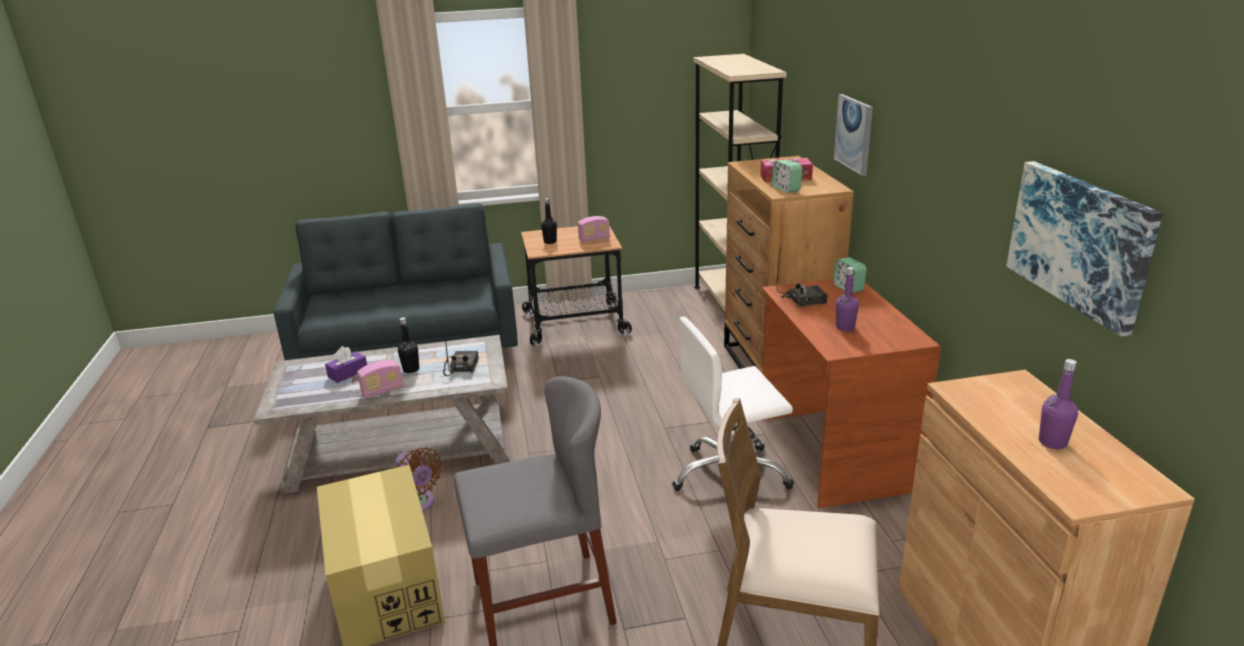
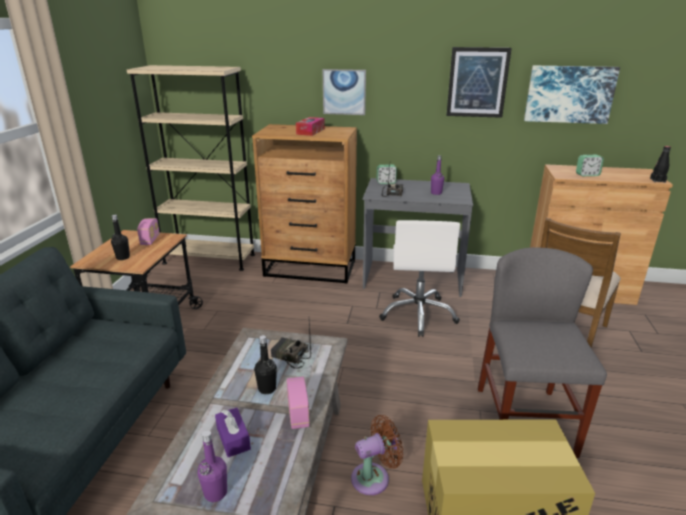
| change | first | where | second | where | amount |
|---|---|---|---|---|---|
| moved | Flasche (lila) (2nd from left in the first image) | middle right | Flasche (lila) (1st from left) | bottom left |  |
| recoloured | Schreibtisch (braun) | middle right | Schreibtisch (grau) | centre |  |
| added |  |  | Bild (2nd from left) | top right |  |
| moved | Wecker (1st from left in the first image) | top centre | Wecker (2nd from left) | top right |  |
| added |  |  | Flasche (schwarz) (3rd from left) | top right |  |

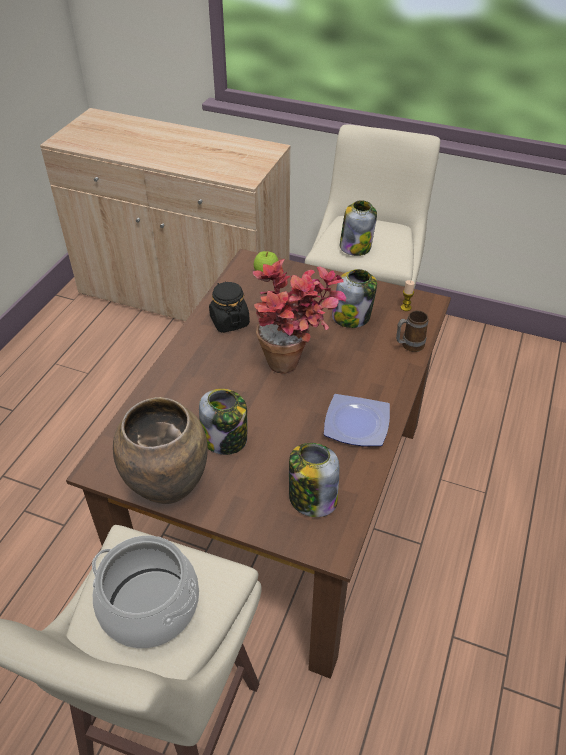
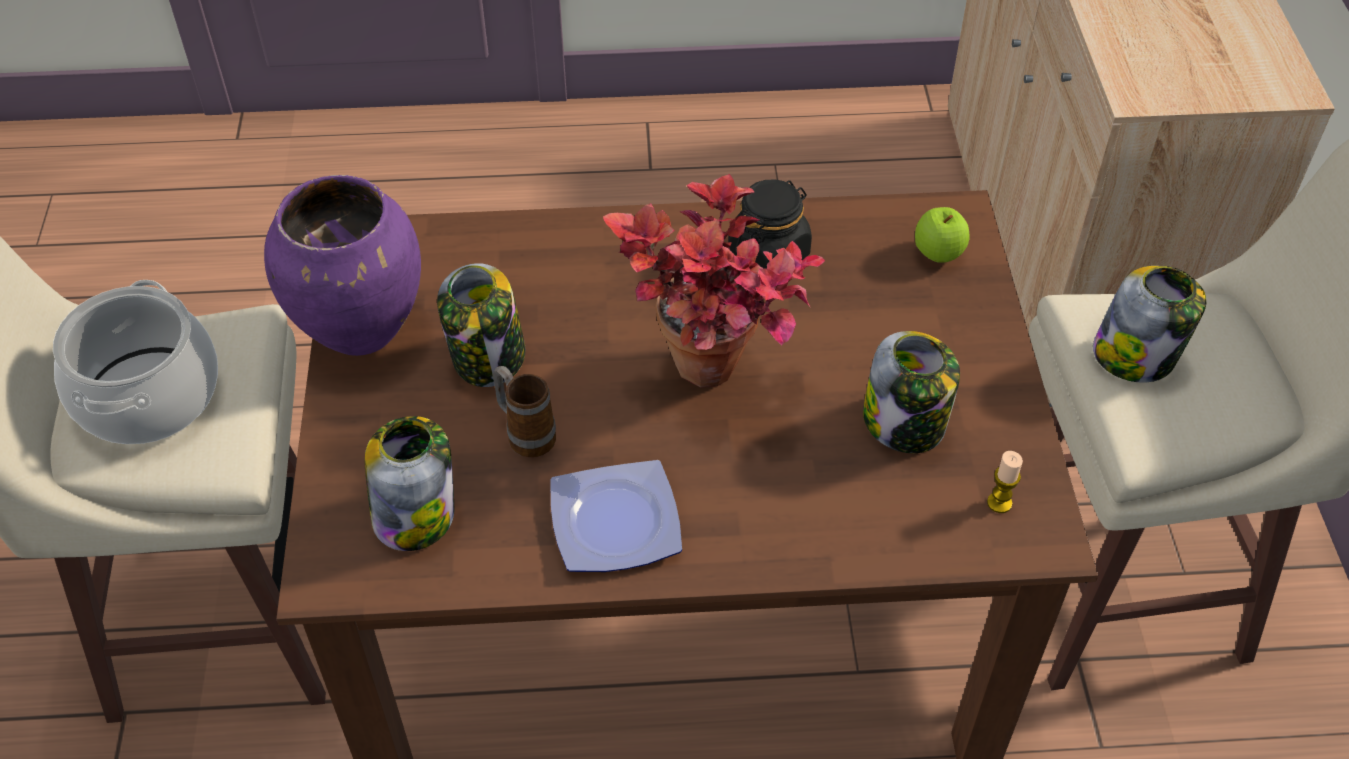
| change | first | where | second | where | amount |
|---|---|---|---|---|---|
| recoloured | Vase (braun) | middle left | Vase (lila) | middle left |  |
| moved | Henkelbecher | middle right |  | centre |  |

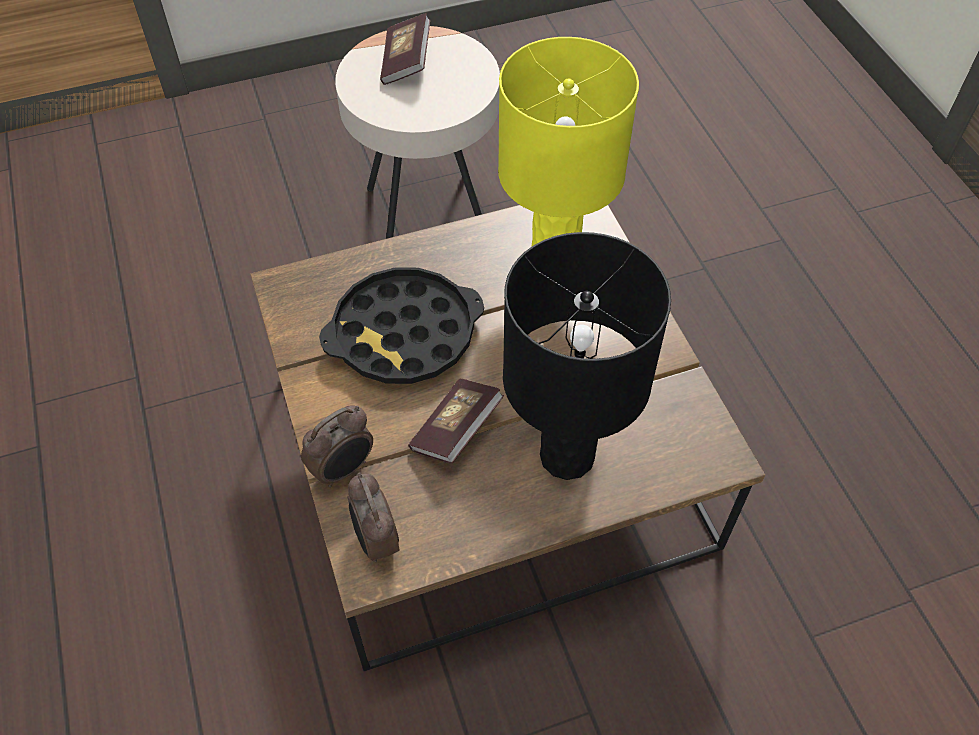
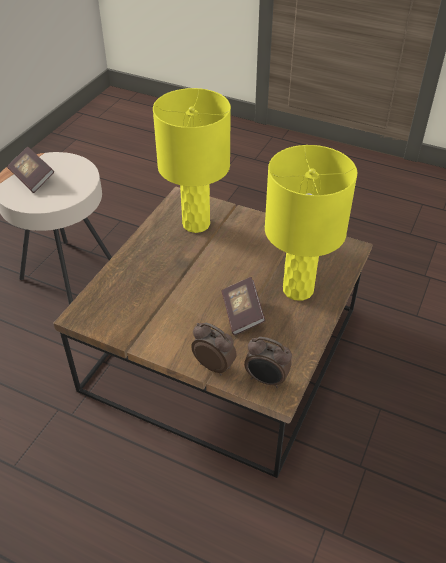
| change | first | where | second | where | amount |
|---|---|---|---|---|---|
| turned | Wecker (1st from left) | centre |  | centre | 60 degrees counterclockwise |
| recoloured | Tischlampe (schwarz) | centre | Tischlampe (gelb) (2nd from left) | middle right |  |
| removed | Tablett (schwarz) | centre |  |  |  |

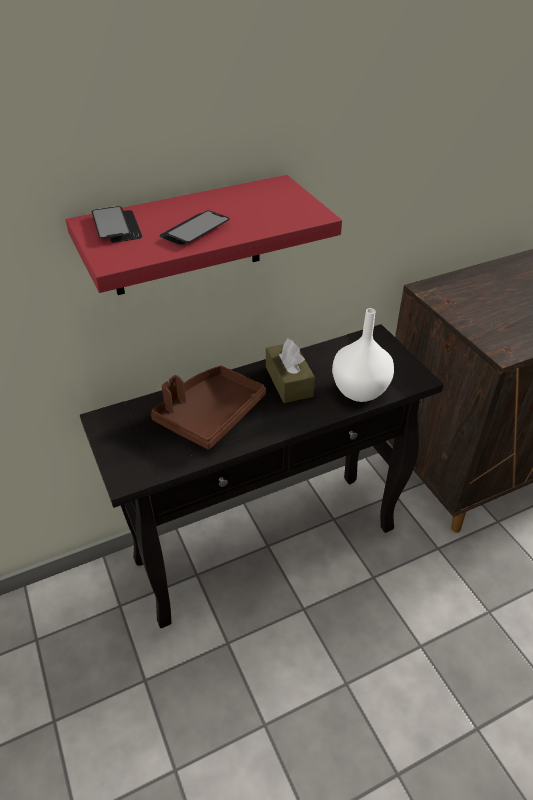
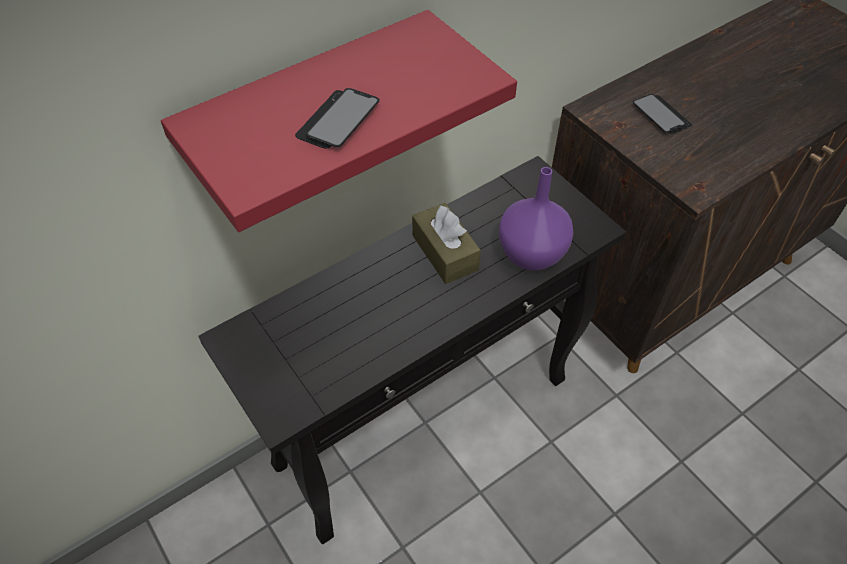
| change | first | where | second | where | amount |
|---|---|---|---|---|---|
| recoloured | Vase (weiß) | middle right | Vase (lila) | centre |  |
| moved | Handy (1st from left in the first image) | top left | Handy (2nd from left) | top right |  |
| removed | Tablett (braun) | centre |  |  |  |

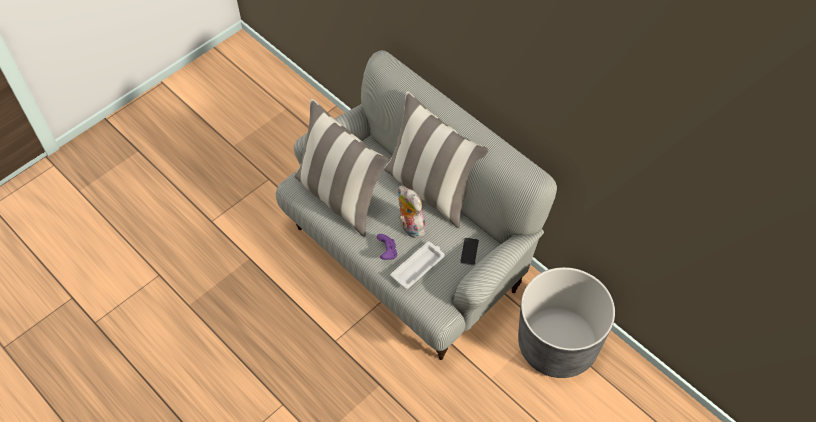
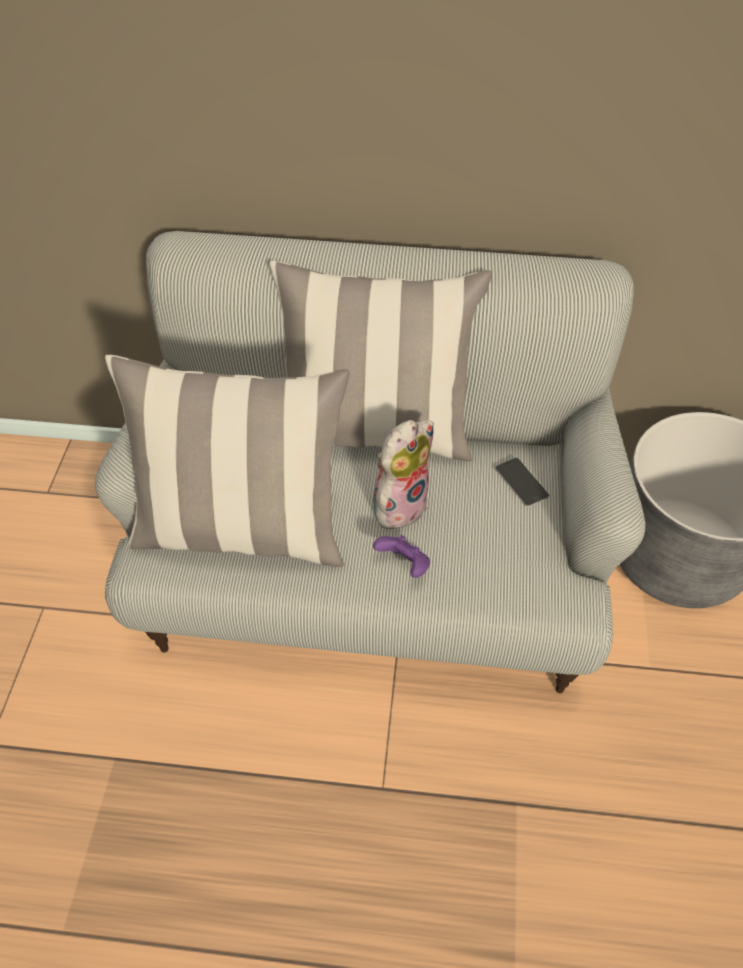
| change | first | where | second | where | amount |
|---|---|---|---|---|---|
| turned | Plüschtier | centre |  | centre | 120 degrees clockwise |
| removed | Tablett (weiß) | centre |  |  |  |

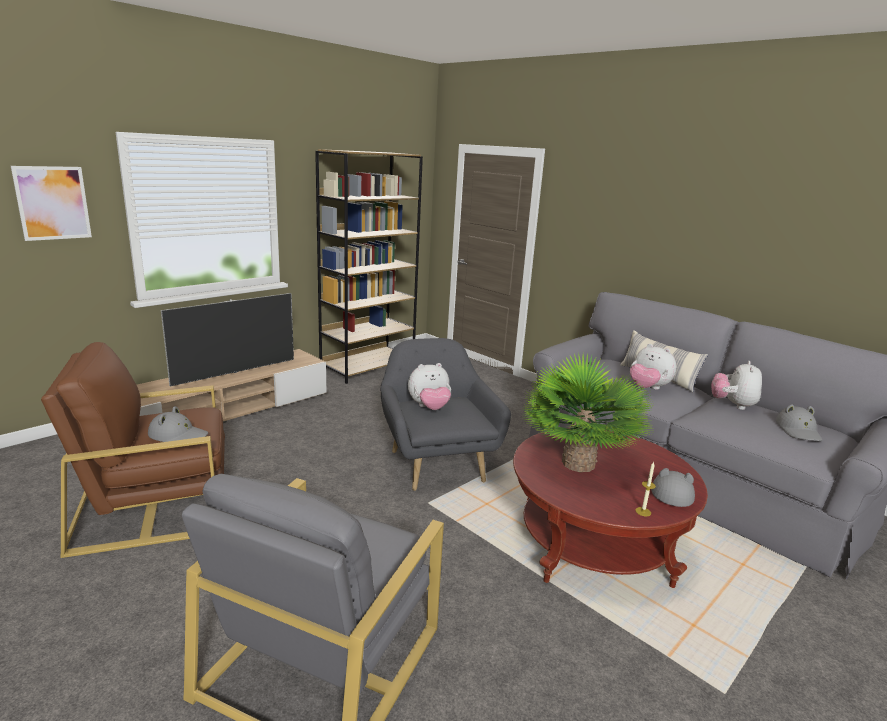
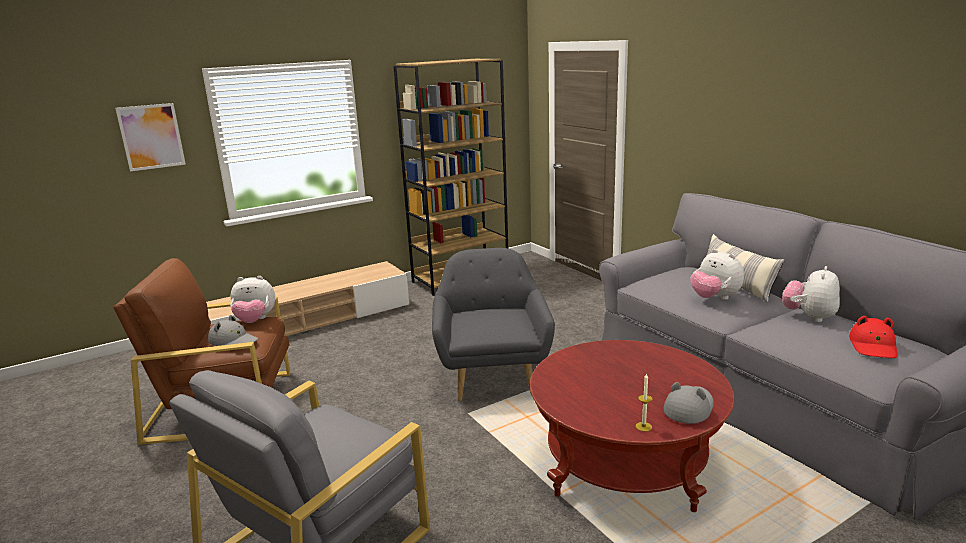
| change | first | where | second | where | amount |
|---|---|---|---|---|---|
| moved | Plüschtier (1st from left) | centre |  | middle left |  |
| recoloured | Hut (grau) (3rd from left) | middle right | Hut (rot) | middle right |  |
| removed | Fernseher | middle left |  |  |  |
| removed | Topfpflanze | centre |  |  |  |

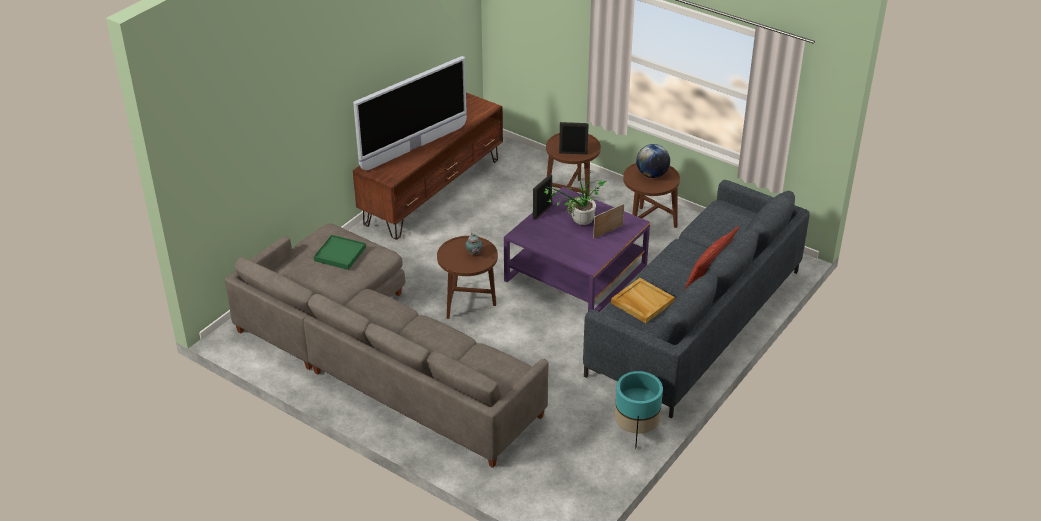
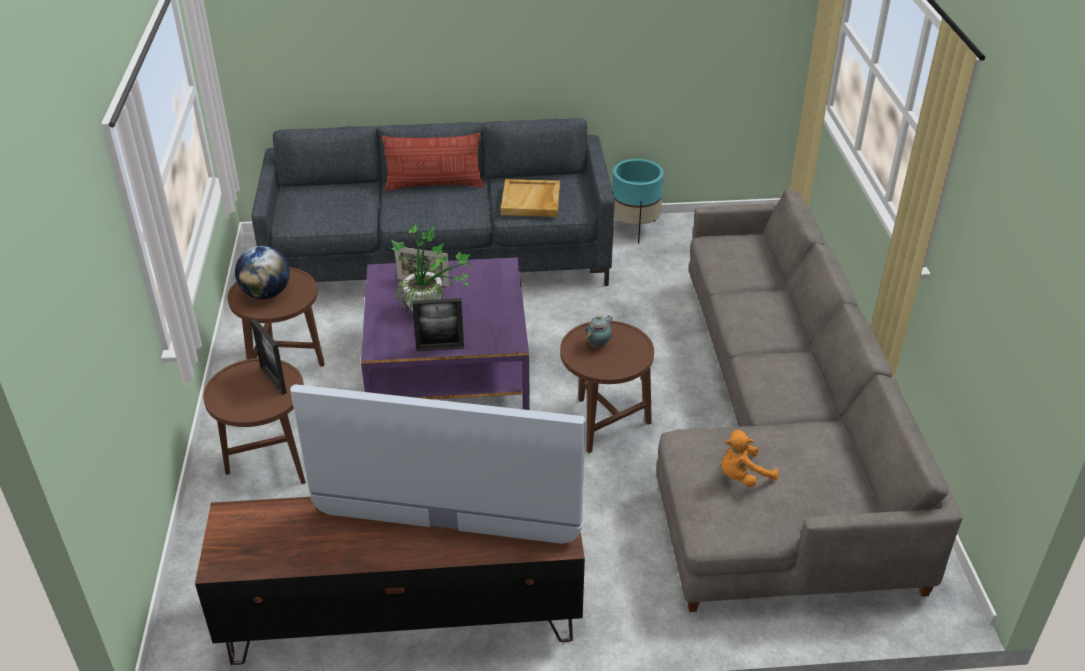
| change | first | where | second | where | amount |
|---|---|---|---|---|---|
| replaced | Tablett (grün) | middle left | Plüschtier (orange) | bottom right |  |

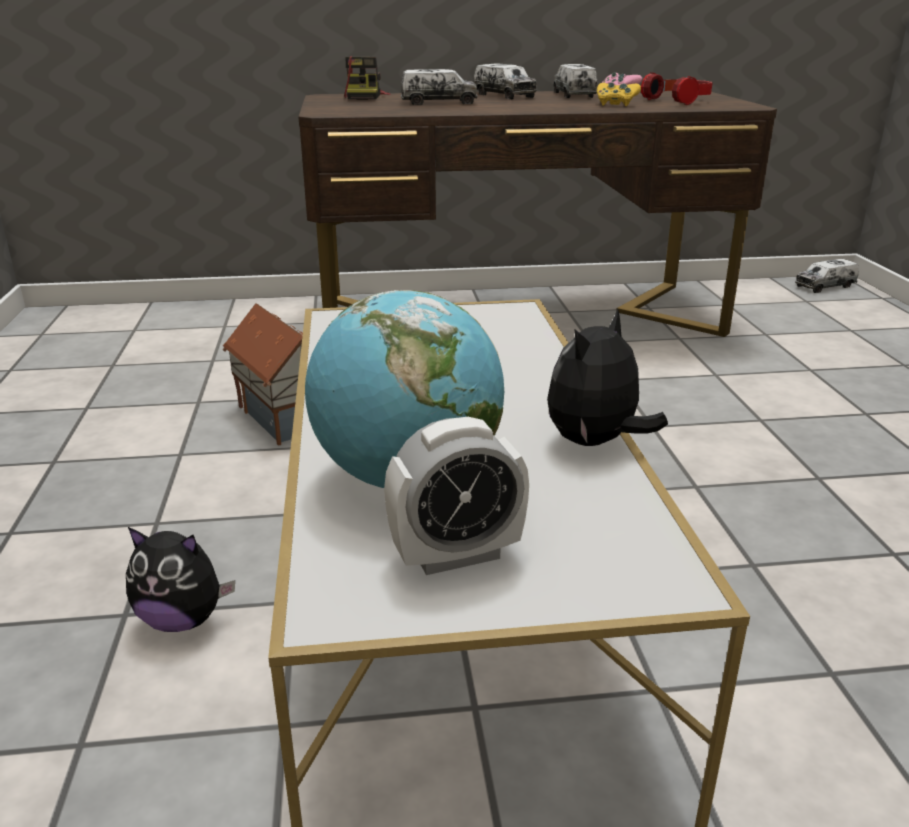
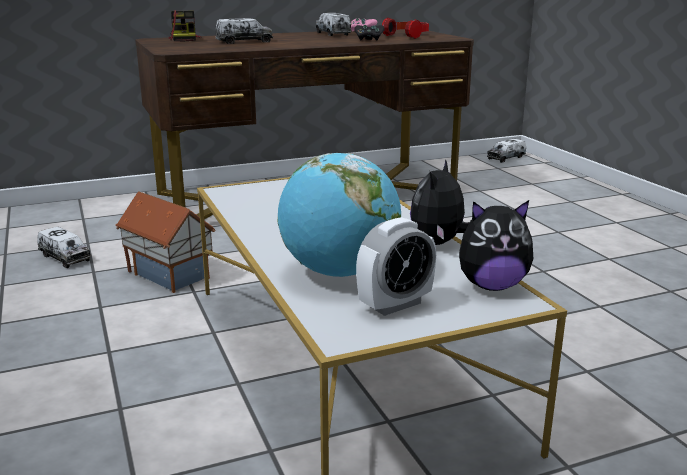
| change | first | where | second | where | amount |
|---|---|---|---|---|---|
| moved | Spielzeuglaster (2nd from left in the first image) | top centre | Spielzeuglaster (1st from left) | middle left |  |
| recoloured | Gamepad (gelb) | top right | Gamepad (schwarz) | top centre |  |
| moved | Plüschtier (1st from left in the first image) | bottom left | Plüschtier (2nd from left) | middle right |  |

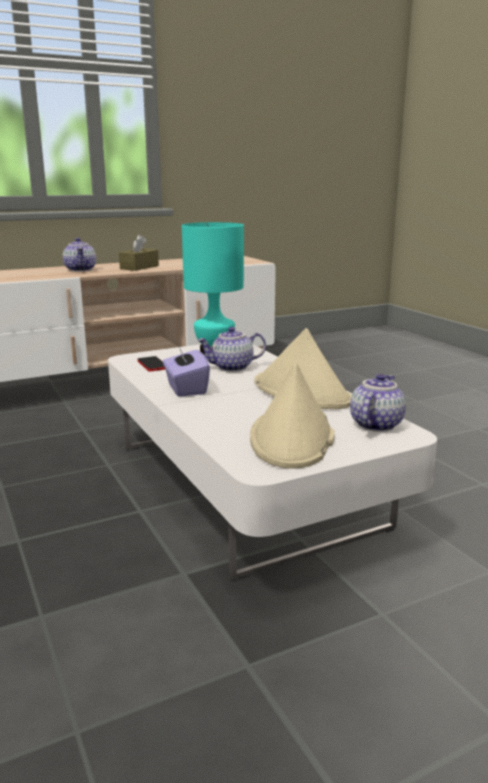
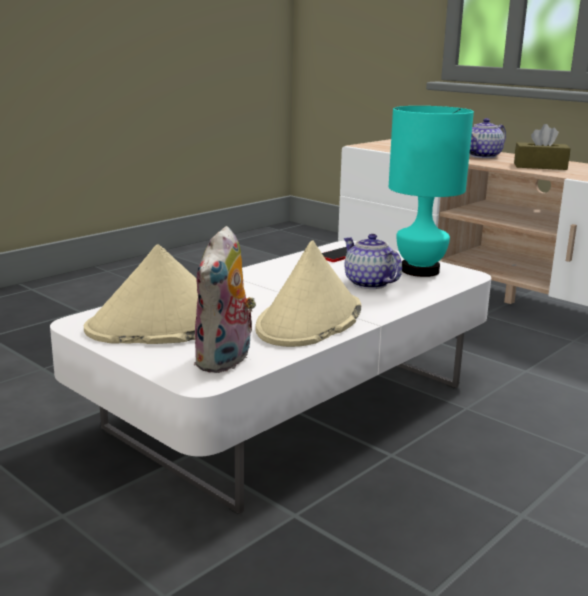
| change | first | where | second | where | amount |
|---|---|---|---|---|---|
| replaced | Teekanne (3rd from left) | middle right | Plüschtier | centre |  |
| removed | Taschentuchbox (lila) | centre |  |  |  |

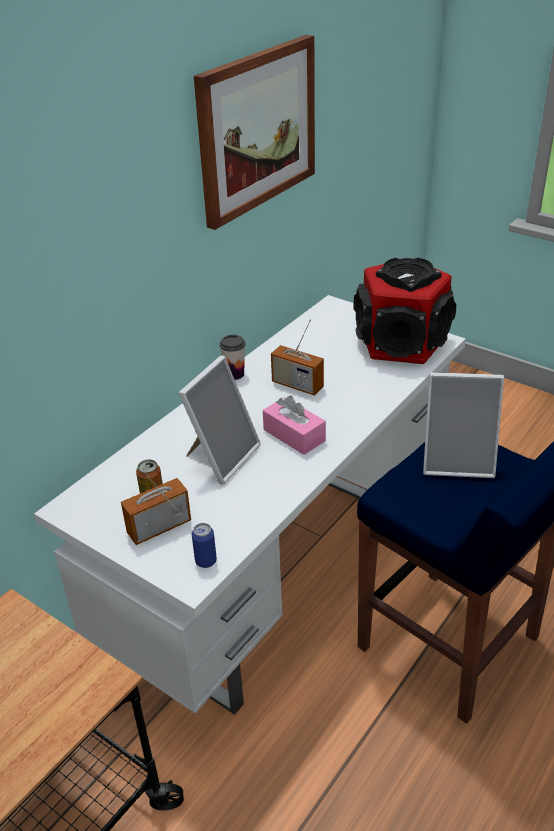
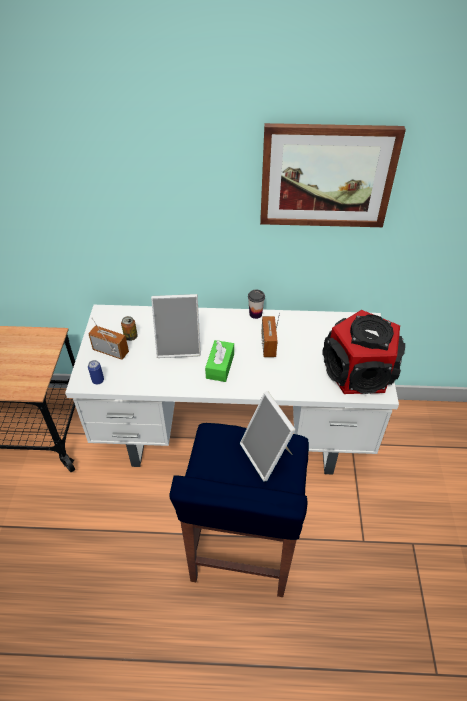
| change | first | where | second | where | amount |
|---|---|---|---|---|---|
| recoloured | Taschentuchbox (rosa) | centre | Taschentuchbox (grün) | centre |  |

